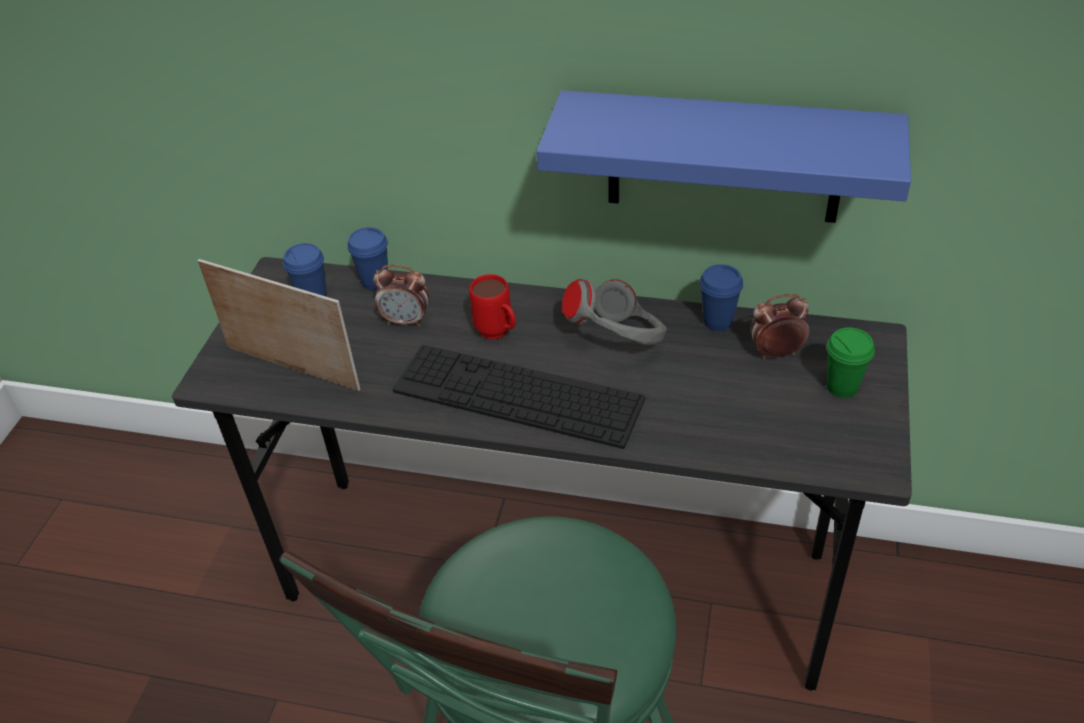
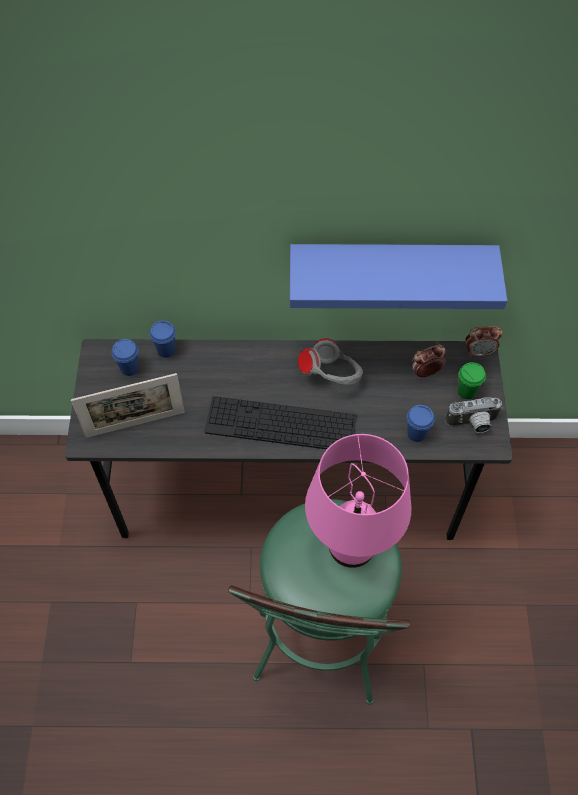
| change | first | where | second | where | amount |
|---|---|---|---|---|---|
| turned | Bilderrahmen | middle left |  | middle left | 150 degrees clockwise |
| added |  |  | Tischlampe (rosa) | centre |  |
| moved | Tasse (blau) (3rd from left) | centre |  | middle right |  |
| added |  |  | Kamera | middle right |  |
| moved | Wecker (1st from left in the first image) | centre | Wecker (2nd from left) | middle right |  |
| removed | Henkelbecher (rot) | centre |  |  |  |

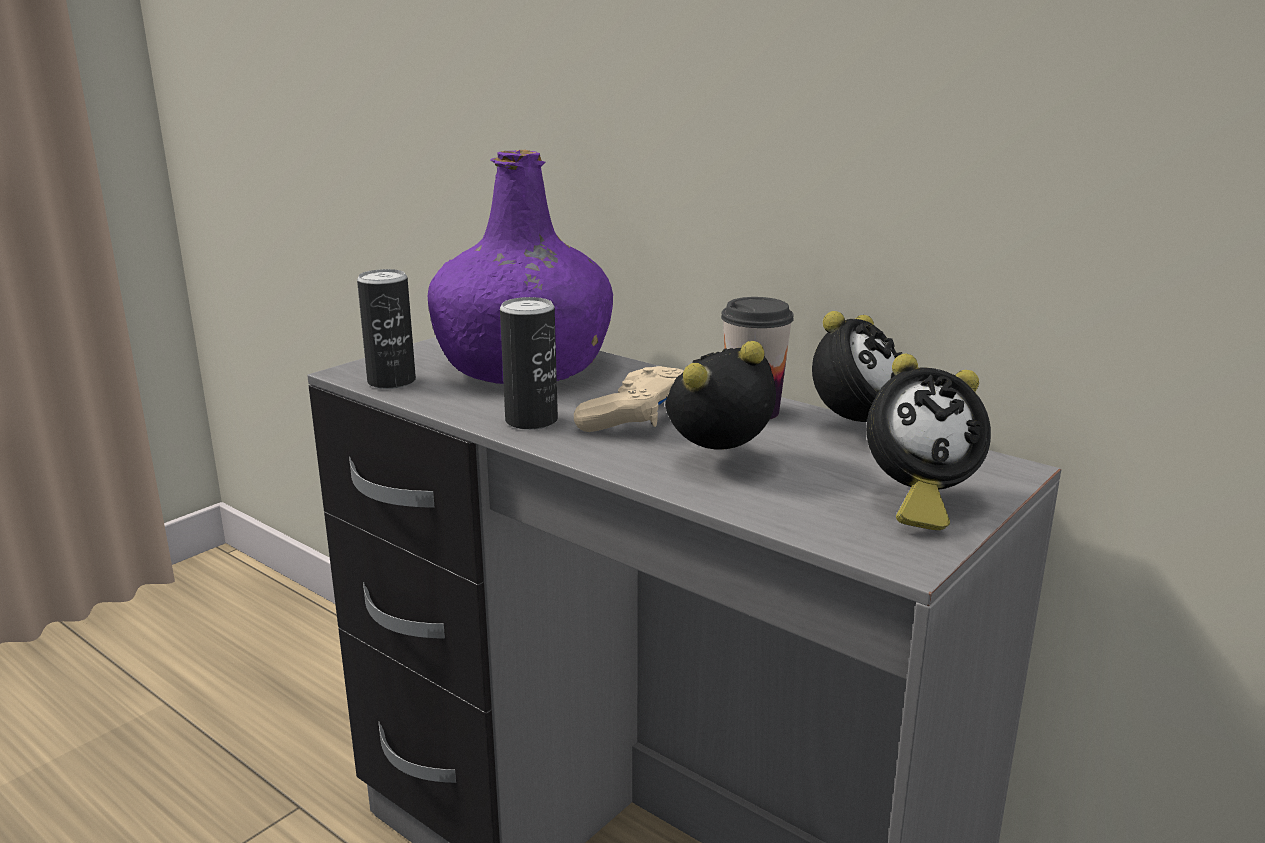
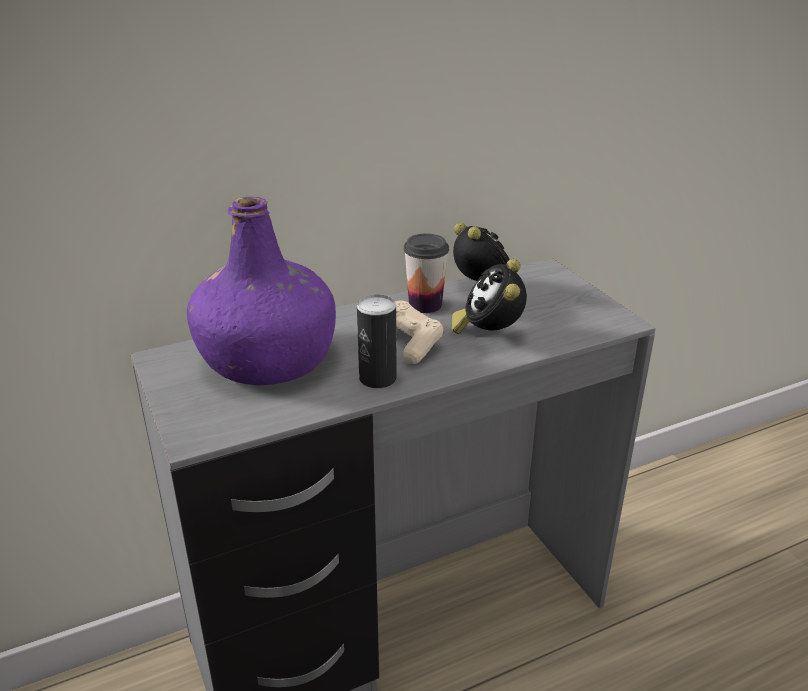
| change | first | where | second | where | amount |
|---|---|---|---|---|---|
| removed | Dose (1st from left) | middle left |  |  |  |
| removed | Wecker (3rd from left) | middle right |  |  |  |

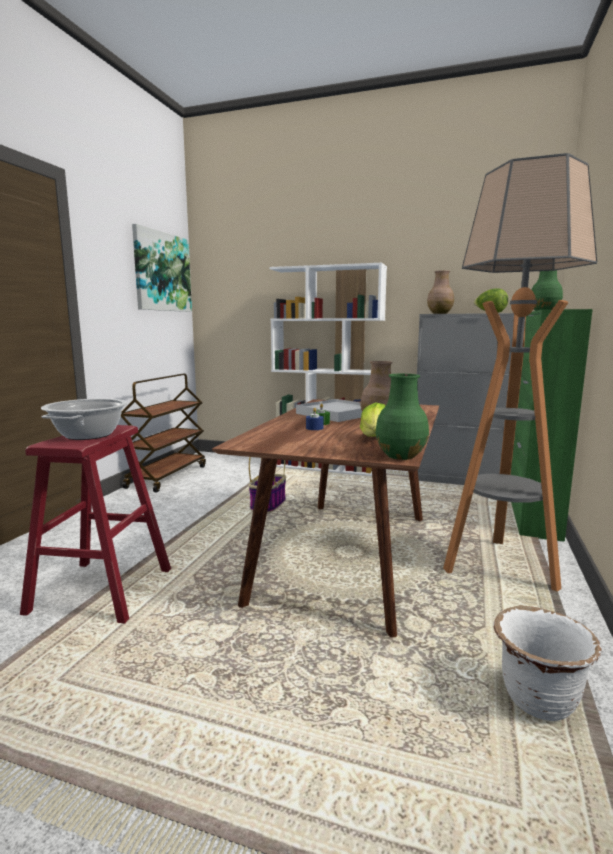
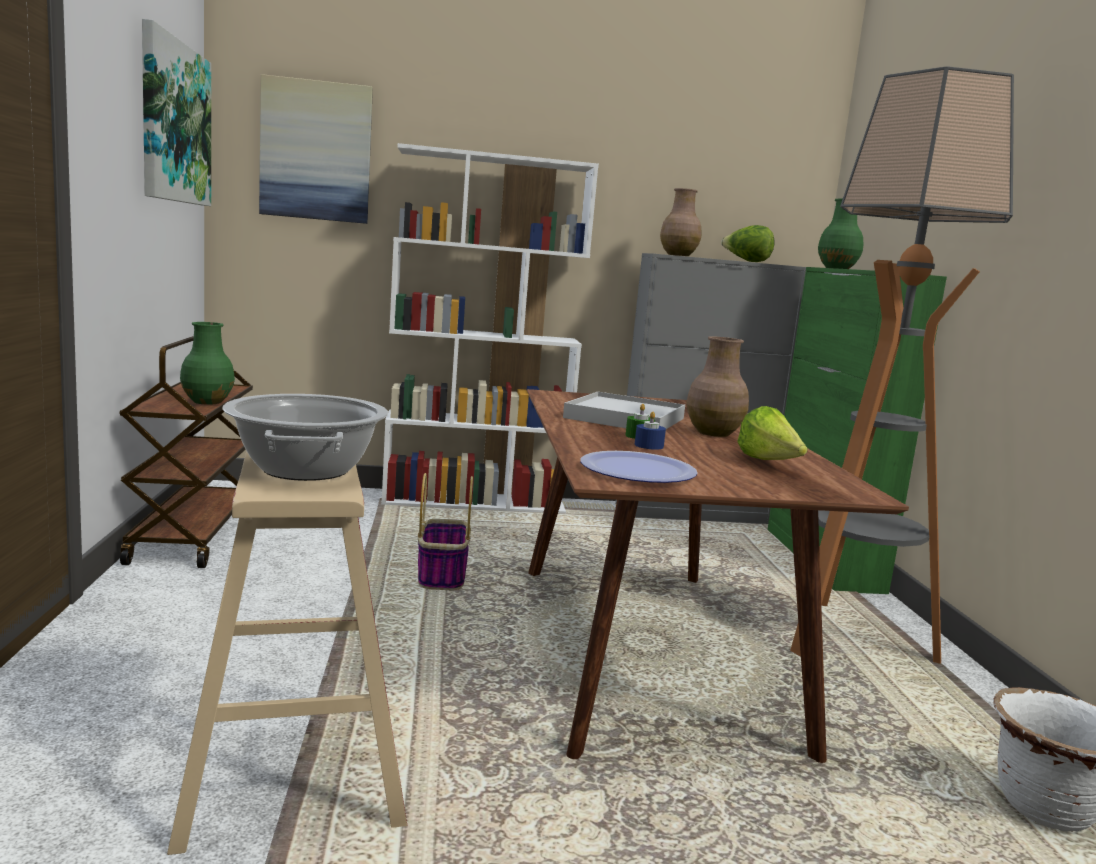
| change | first | where | second | where | amount |
|---|---|---|---|---|---|
| recoloured | Hocker (rot) | middle left | Hocker (beige) | bottom left |  |
| moved | Vase (grün) (1st from left) | centre |  | middle left |  |
| added |  |  | Bild (2nd from left) | top left |  |
| added |  |  | Teller | centre |  |

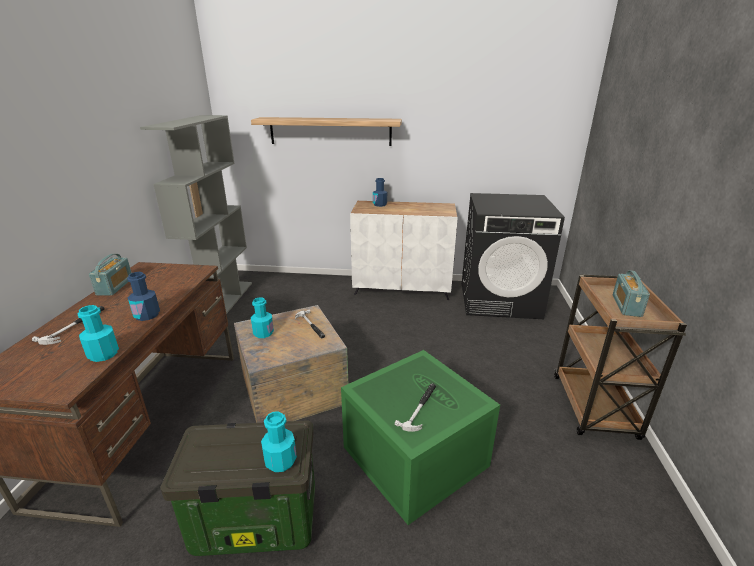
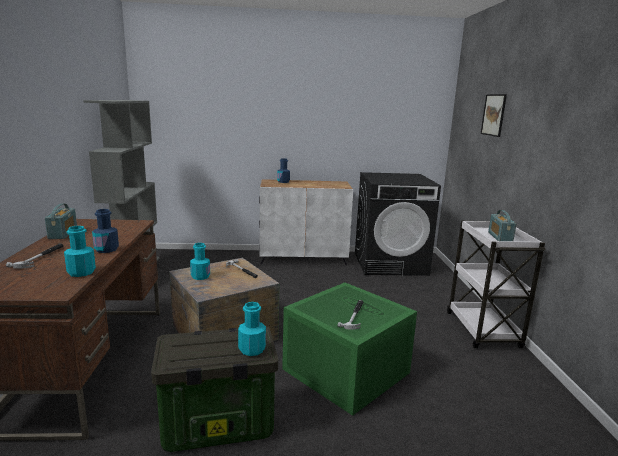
| change | first | where | second | where | amount |
|---|---|---|---|---|---|
| recoloured | Rollwagen (braun) | middle right | Rollwagen (weiß) | middle right |  |
| added |  |  | Bild | top right |  |
| removed | Wandregal | top centre |  |  |  |

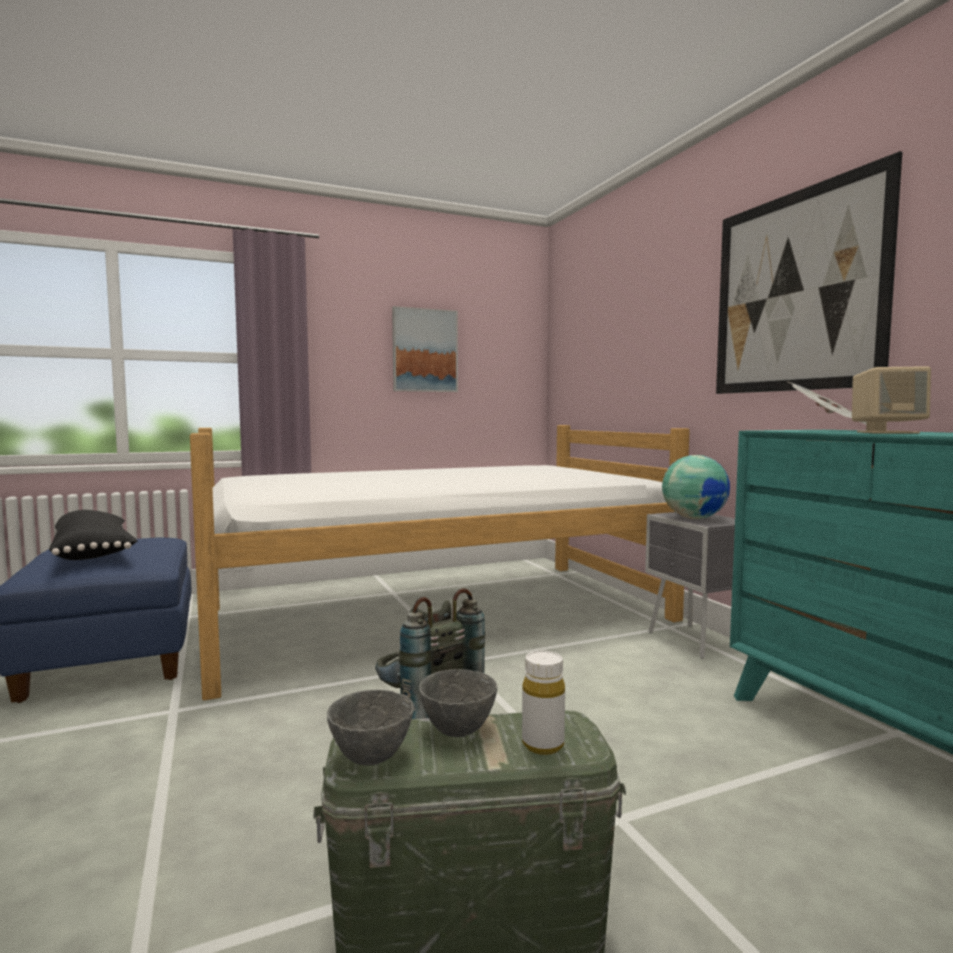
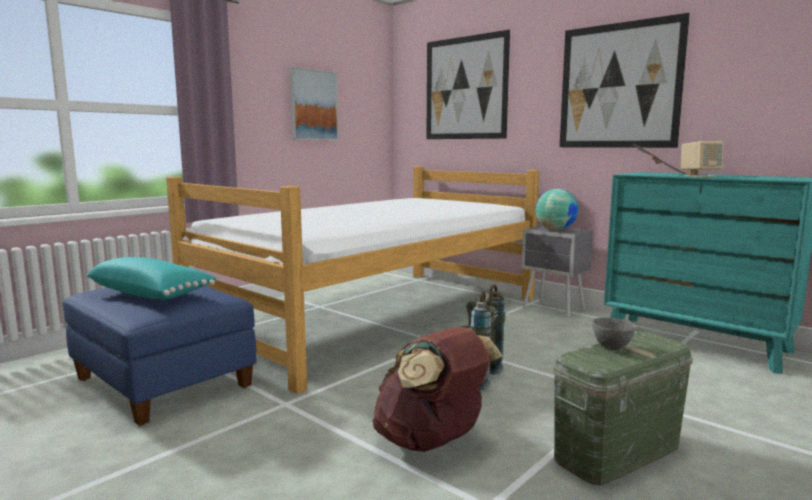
| change | first | where | second | where | amount |
|---|---|---|---|---|---|
| recoloured | Kissen (schwarz) | middle left | Kissen (türkis) | middle left |  |
| added |  |  | Rucksack (braun) | bottom centre |  |
| added |  |  | Bild (2nd from left) | top centre |  |
| removed | Schüssel (grau) (1st from left) | bottom centre |  |  |  |
| removed | Flasche (weiß) | bottom centre |  |  |  |

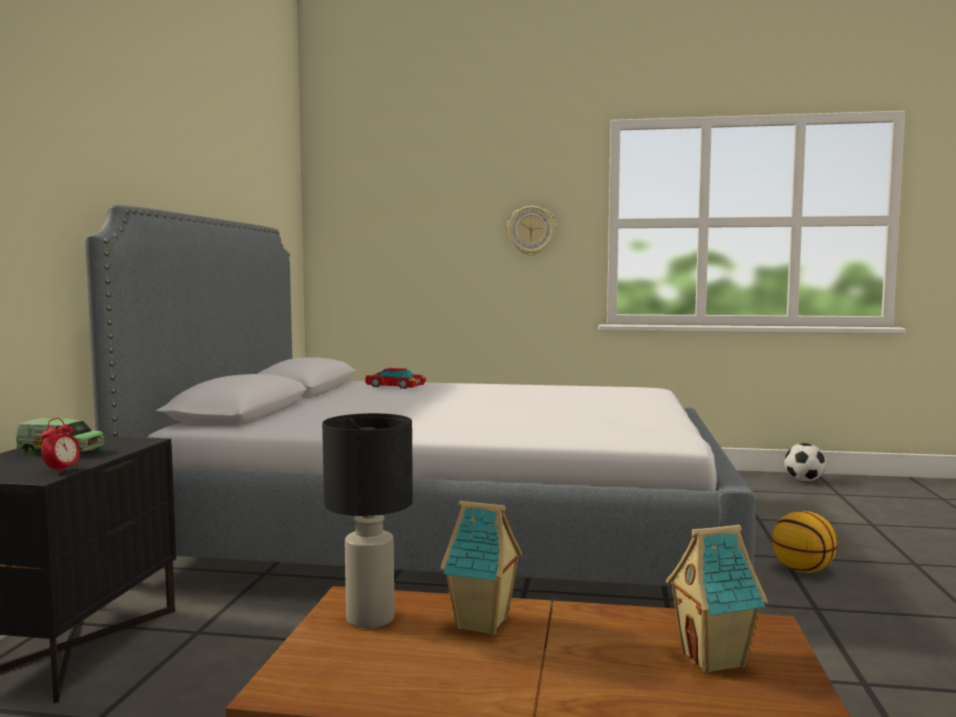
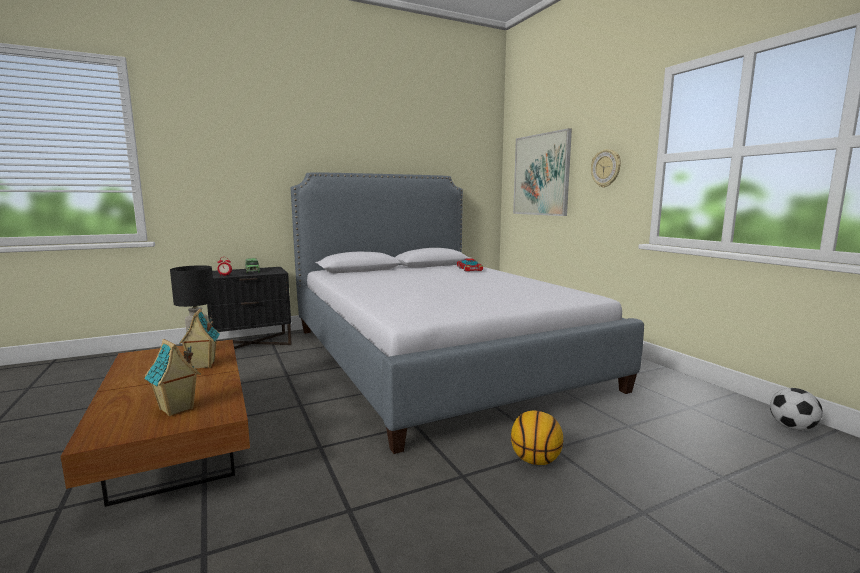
| change | first | where | second | where | amount |
|---|---|---|---|---|---|
| added |  |  | Bild | top centre |  |

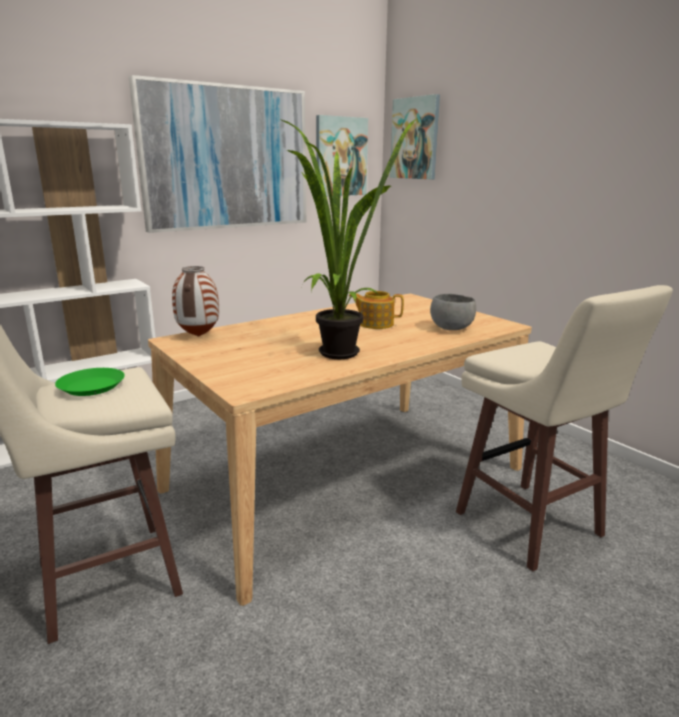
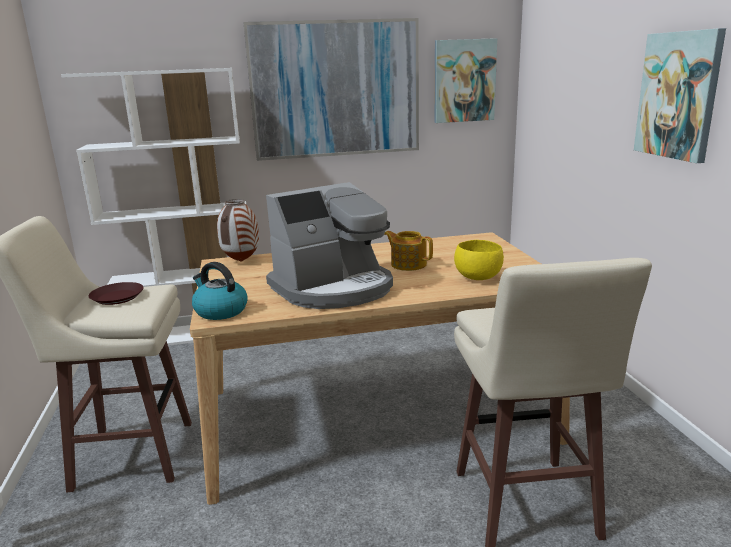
| change | first | where | second | where | amount |
|---|---|---|---|---|---|
| recoloured | Teller (grün) | middle left | Teller (braun) | middle left |  |
| added |  |  | Wasserkessel | middle left |  |
| replaced | Topfpflanze | centre | Kaffeemaschine | centre |  |
| recoloured | Schüssel (grau) | middle right | Schüssel (gelb) | centre |  |
| moved | Bild (3rd from left) | top centre |  | top right |  |

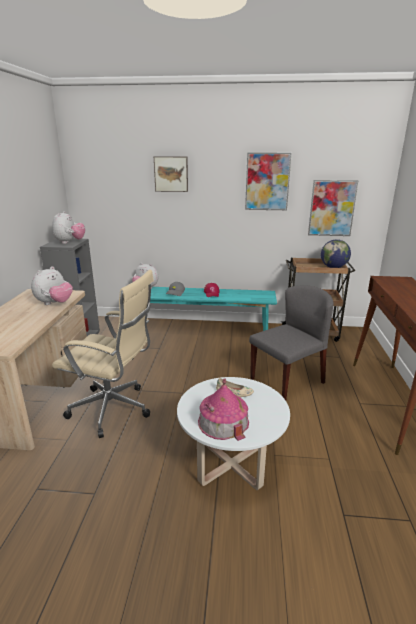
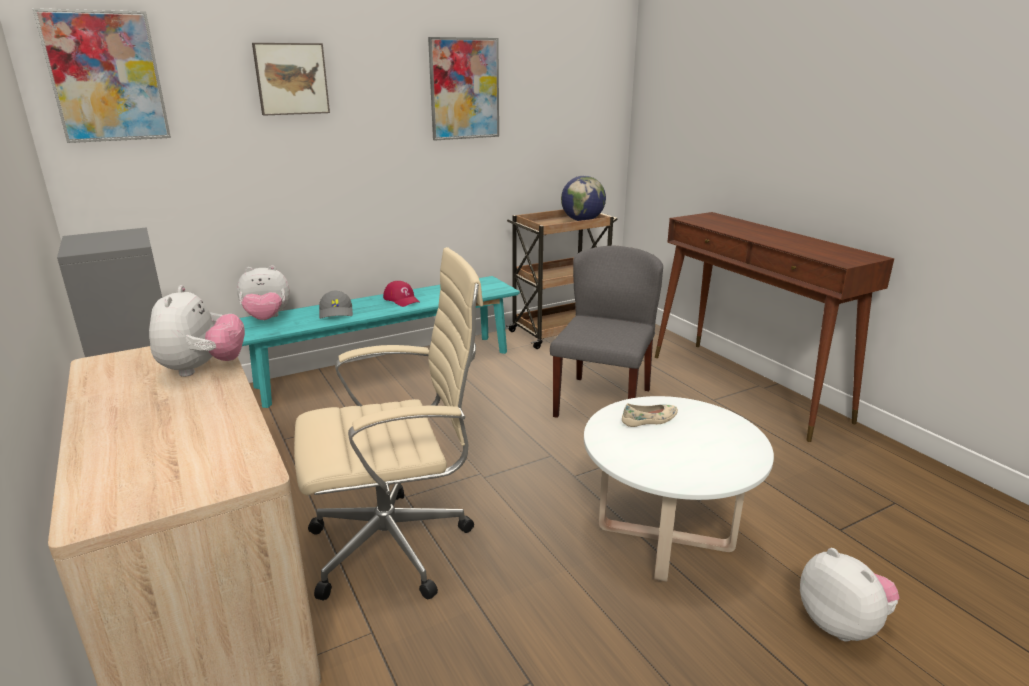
| change | first | where | second | where | amount |
|---|---|---|---|---|---|
| moved | Bild (3rd from left in the first image) | middle right | Bild (1st from left) | top left |  |
| moved | Plüschtier (2nd from left in the first image) | middle left | Plüschtier (3rd from left) | bottom right |  |
| removed | Spielzeughaus | centre |  |  |  |

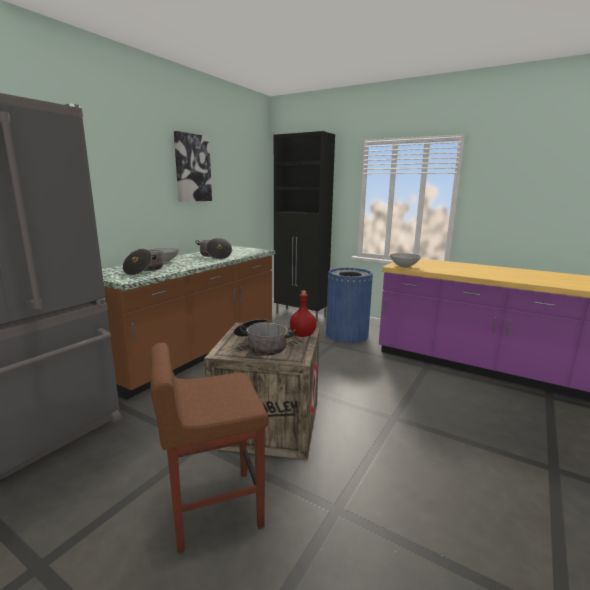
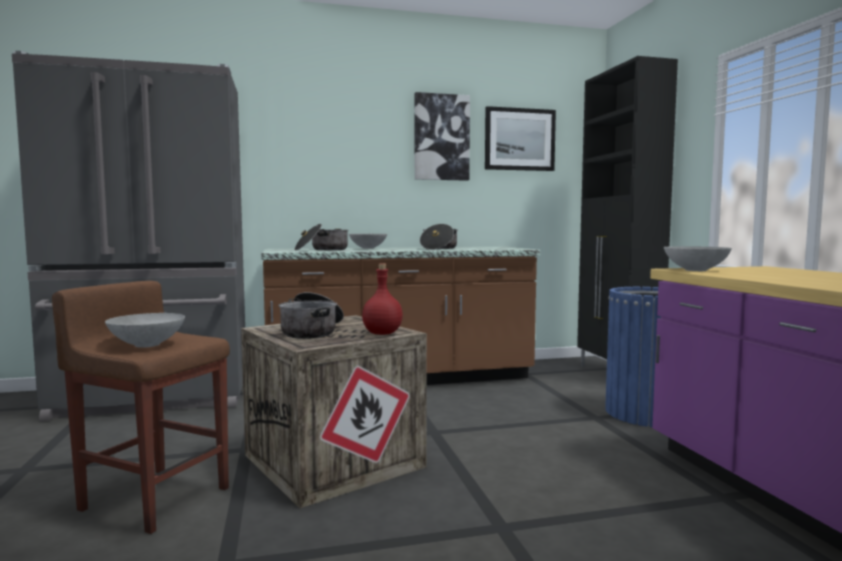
| change | first | where | second | where | amount |
|---|---|---|---|---|---|
| added |  |  | Schüssel (grau) (1st from left) | middle left |  |
| added |  |  | Bild (2nd from left) | top centre |  |

